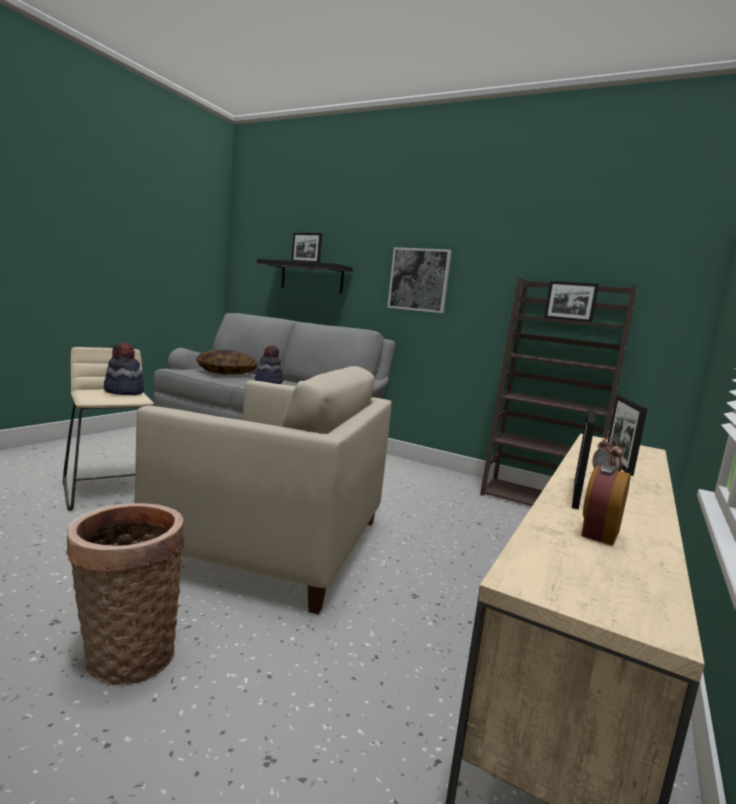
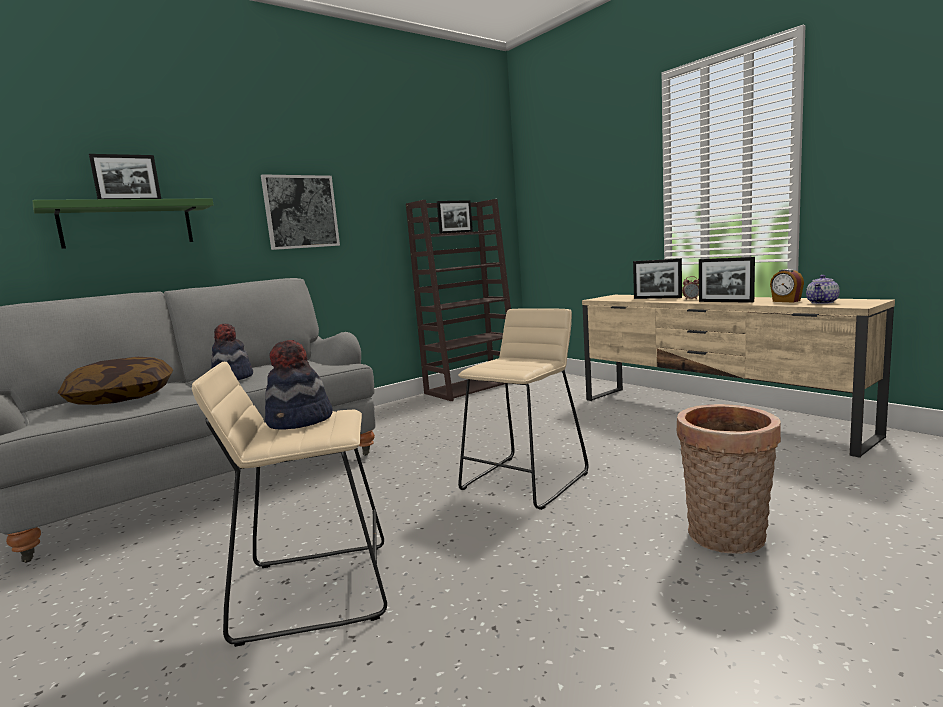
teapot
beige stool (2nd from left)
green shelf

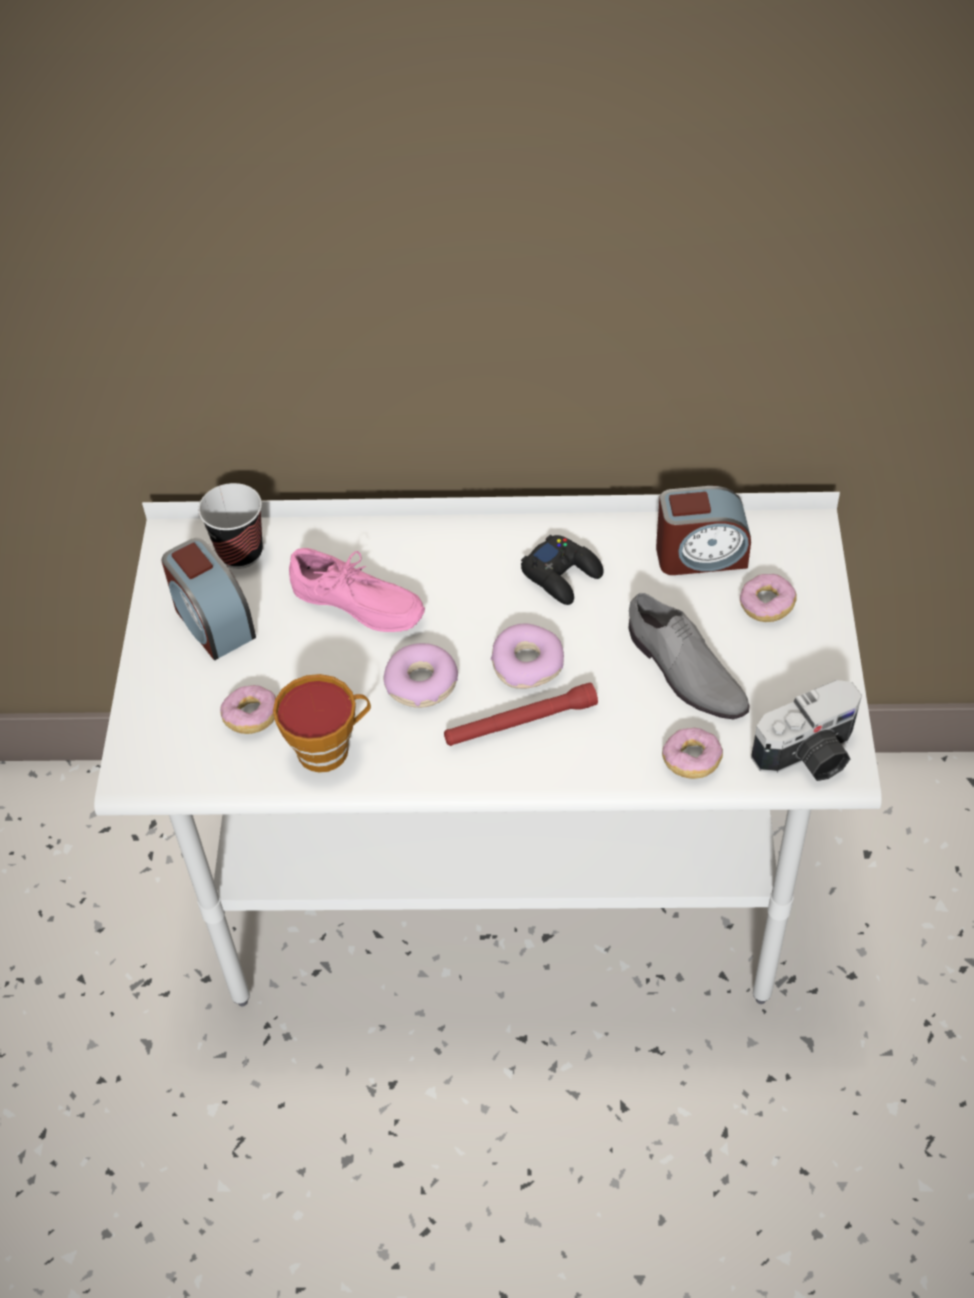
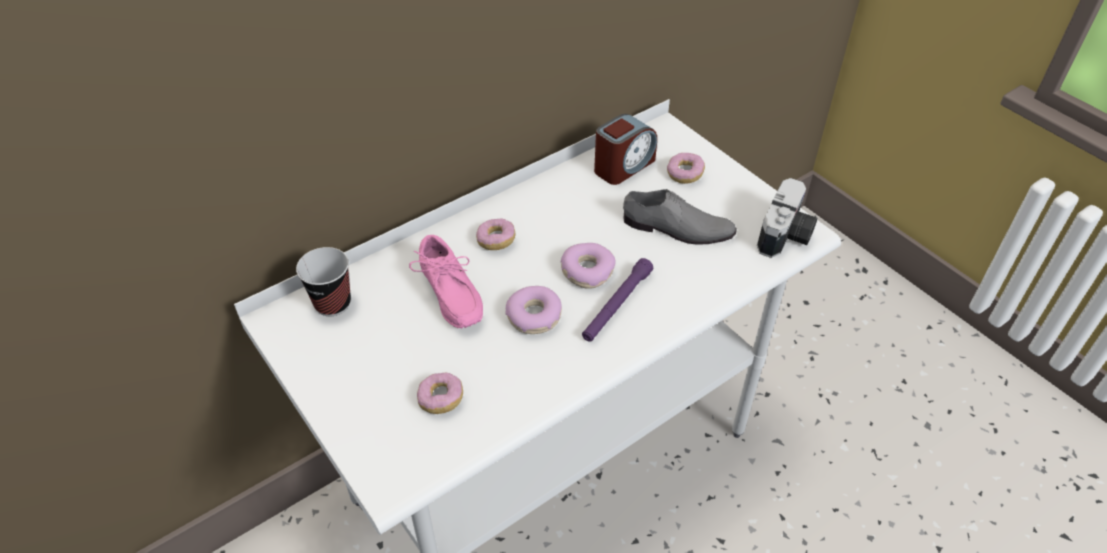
alarm clock (1st from left in the first image)
cup (2nd from left in the first image)
black game controller
donut (2nd from left)
purple flashlight
pink shoe

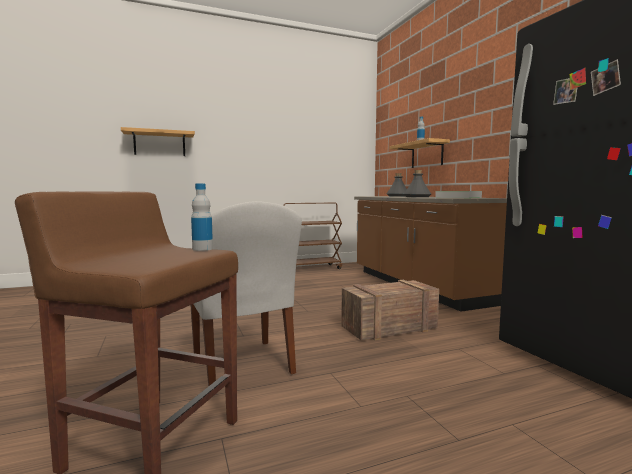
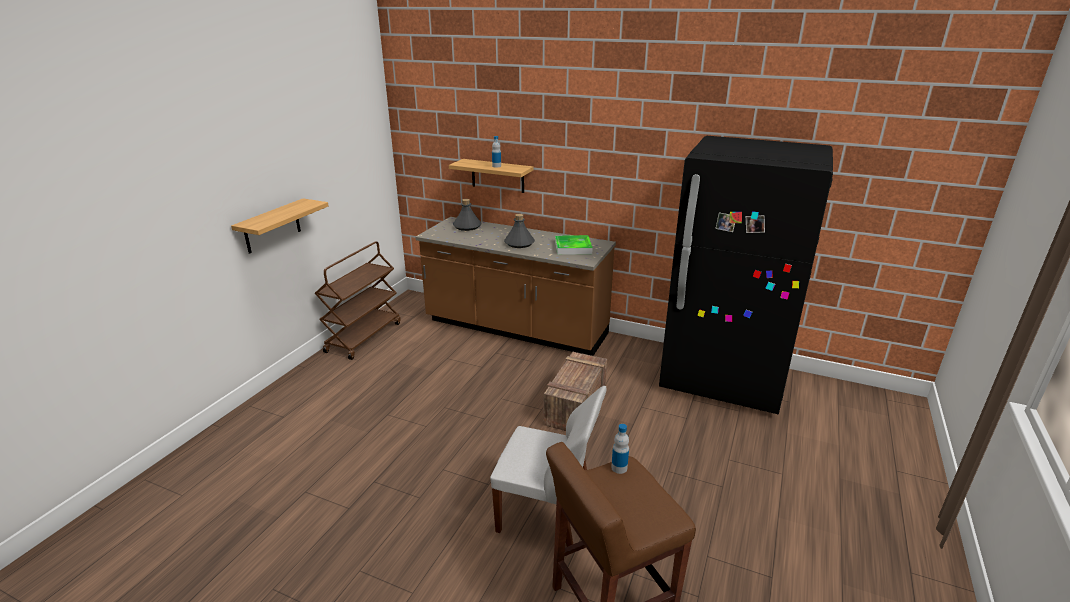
shelf (1st from left)

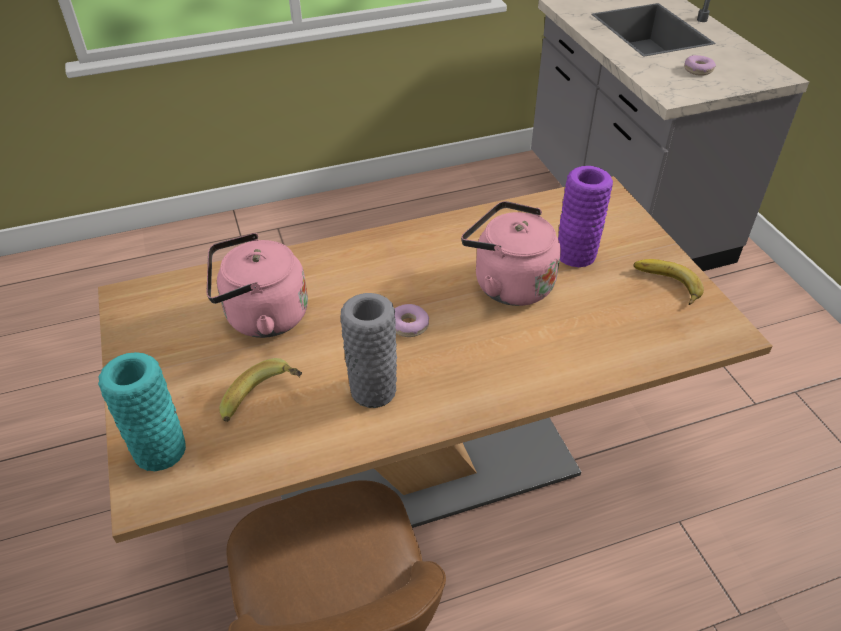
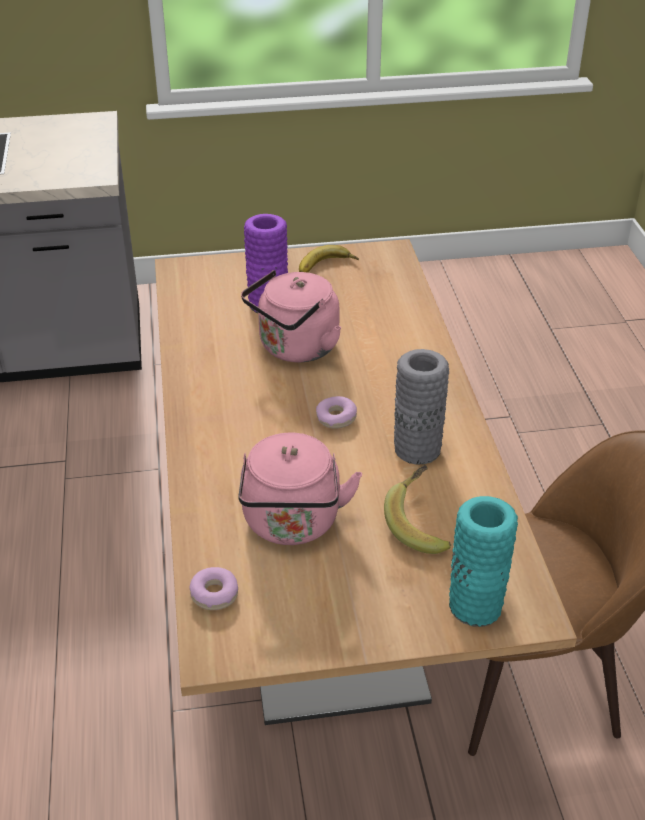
donut (1st from left)

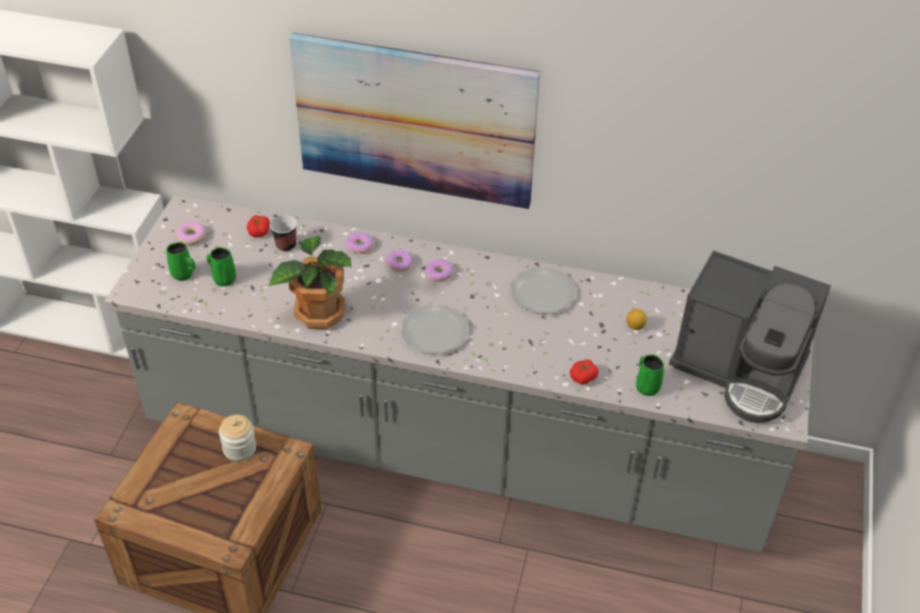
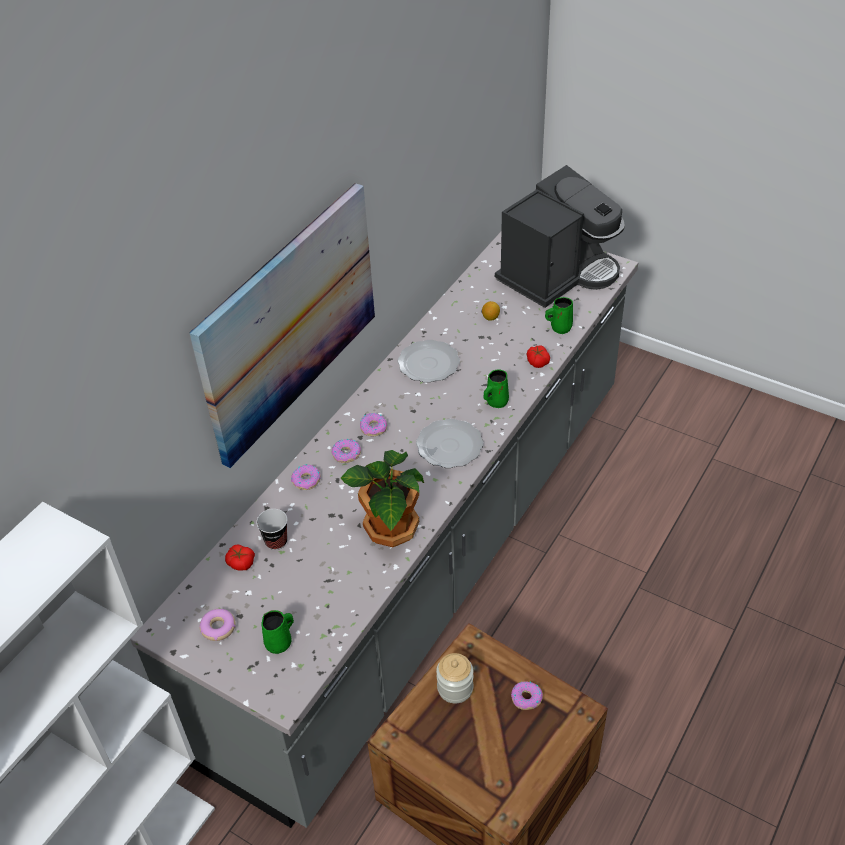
donut (5th from left)
green mug (2nd from left)

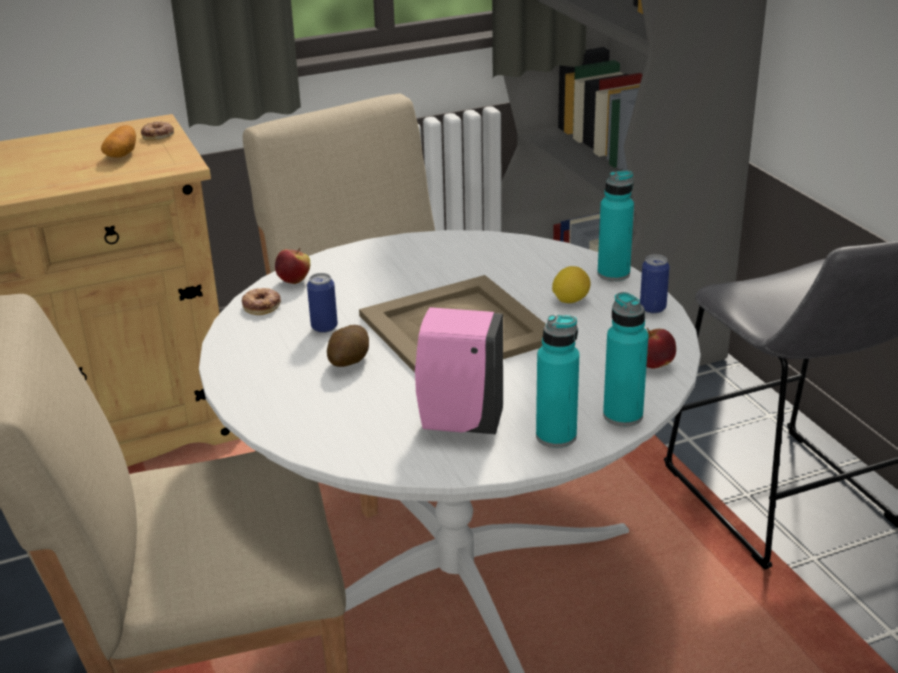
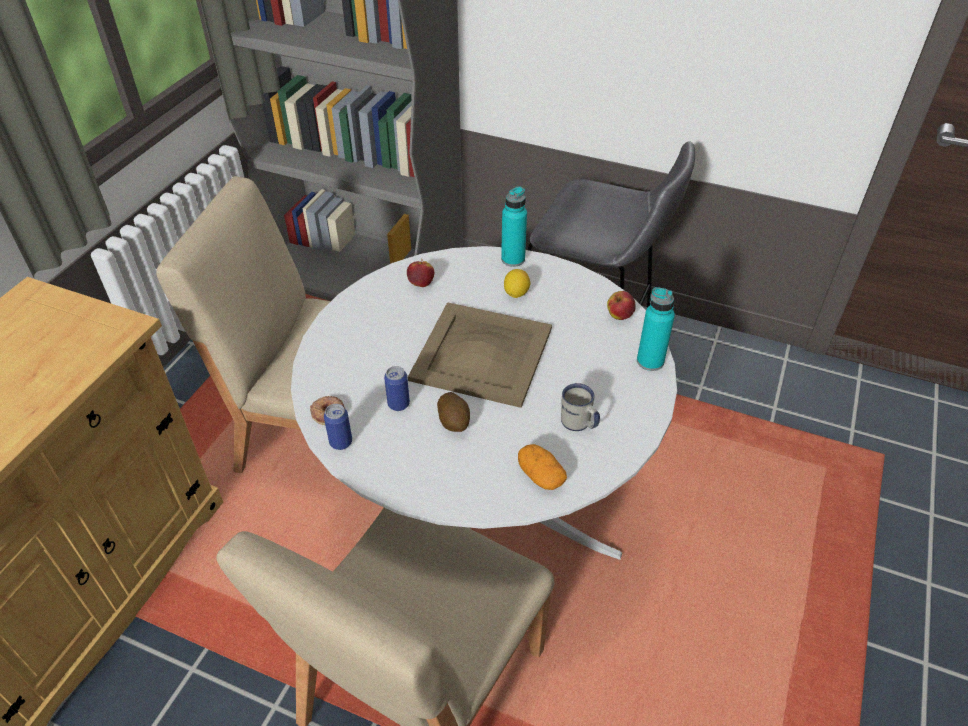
donut (1st from left in the first image)
turquoise bottle (1st from left in the first image)
potato (2nd from left)
apple (1st from left)
can (1st from left)
white mug

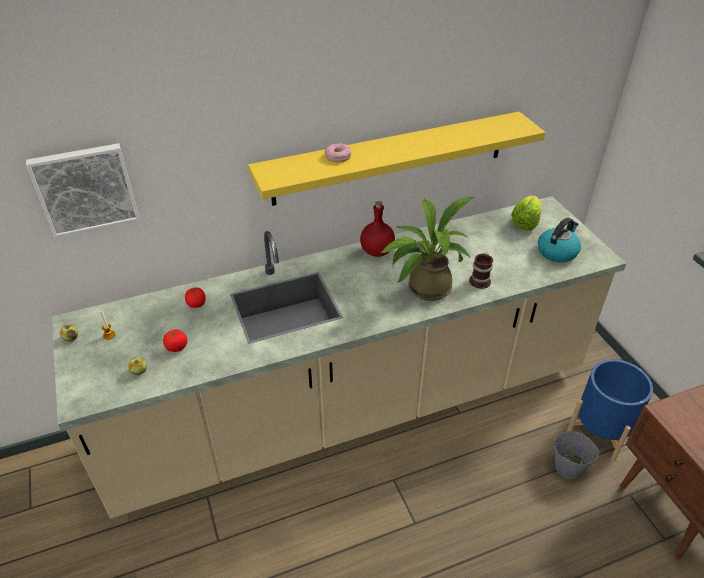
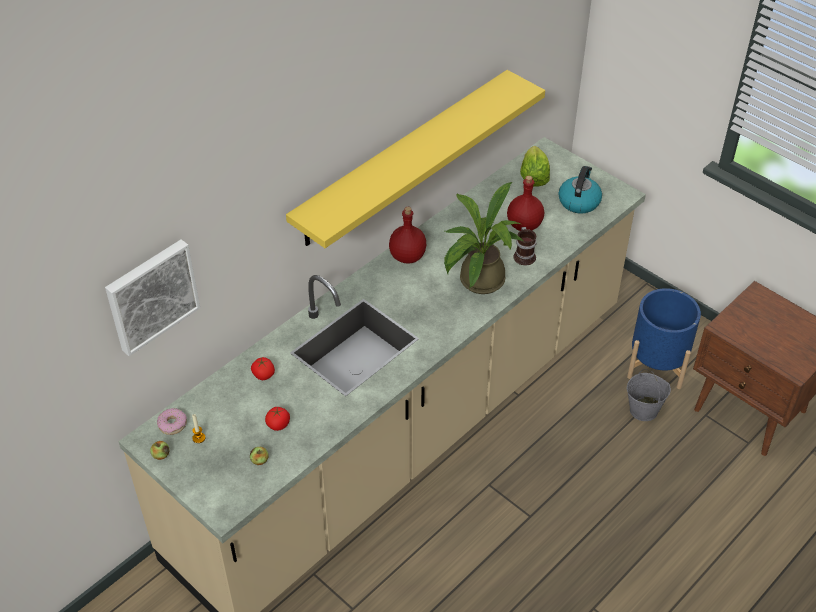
red bottle (2nd from left)
donut

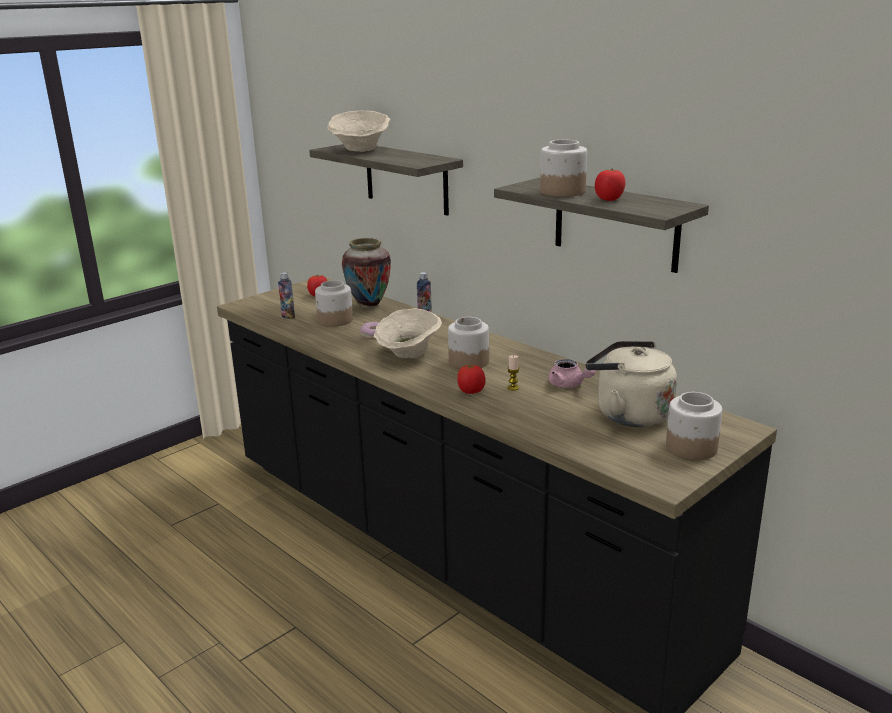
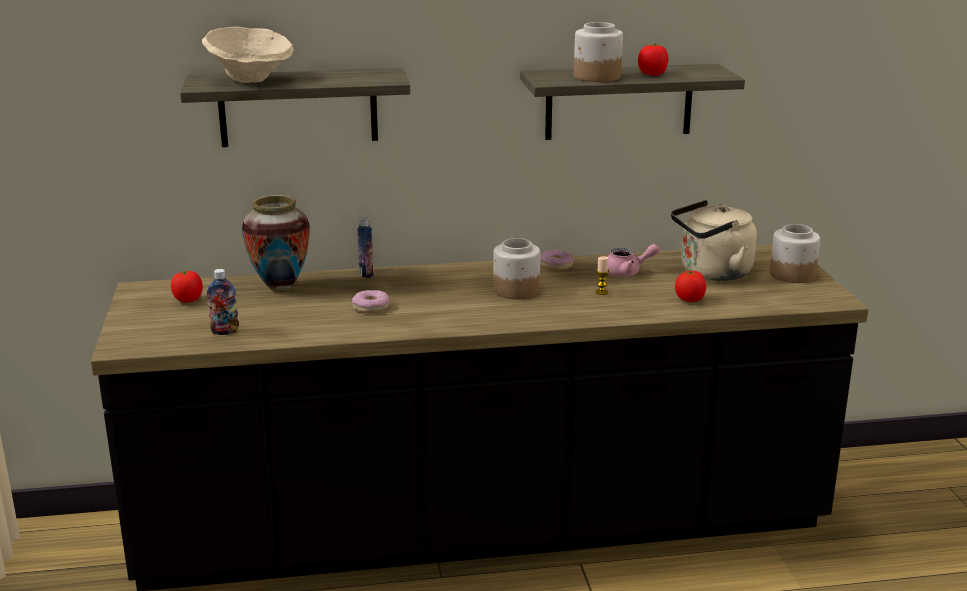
jar (1st from left in the first image)
beige bowl (2nd from left in the first image)
donut (2nd from left)
tomato (3rd from left)

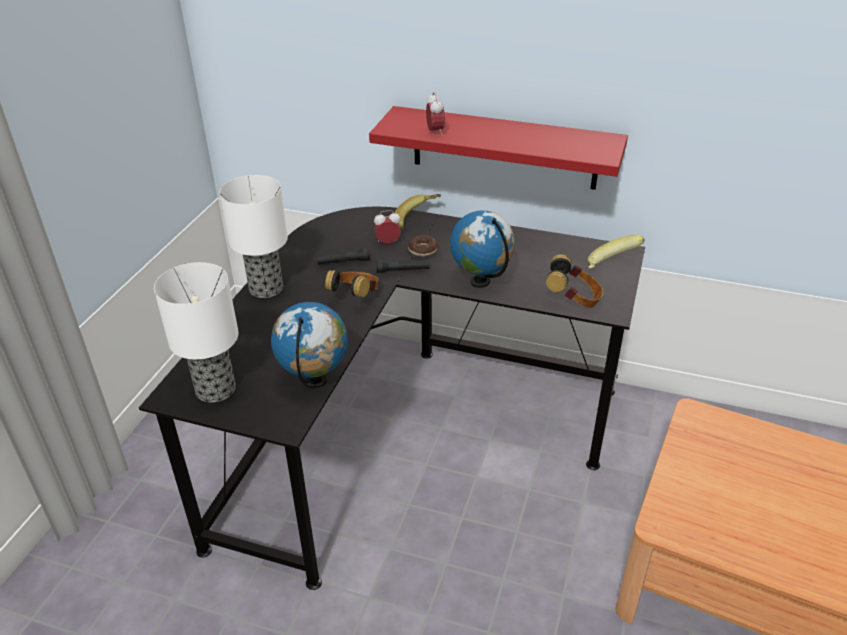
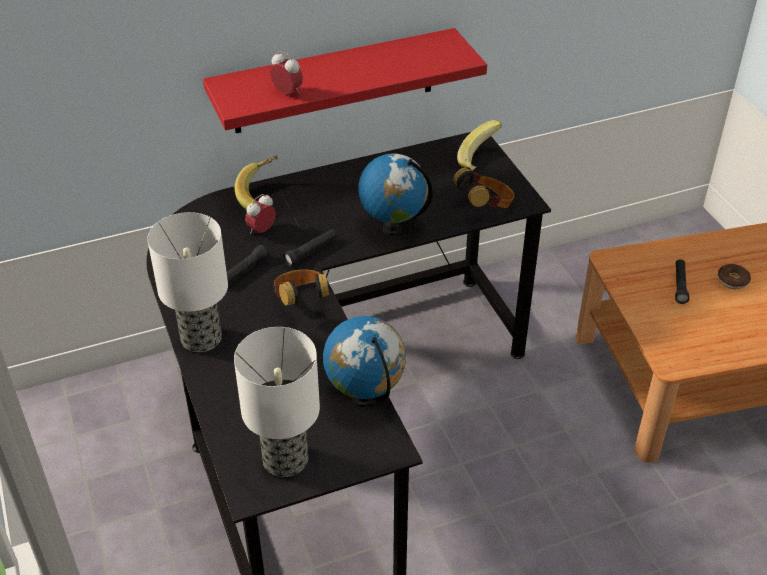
black flashlight (3rd from left)
donut

